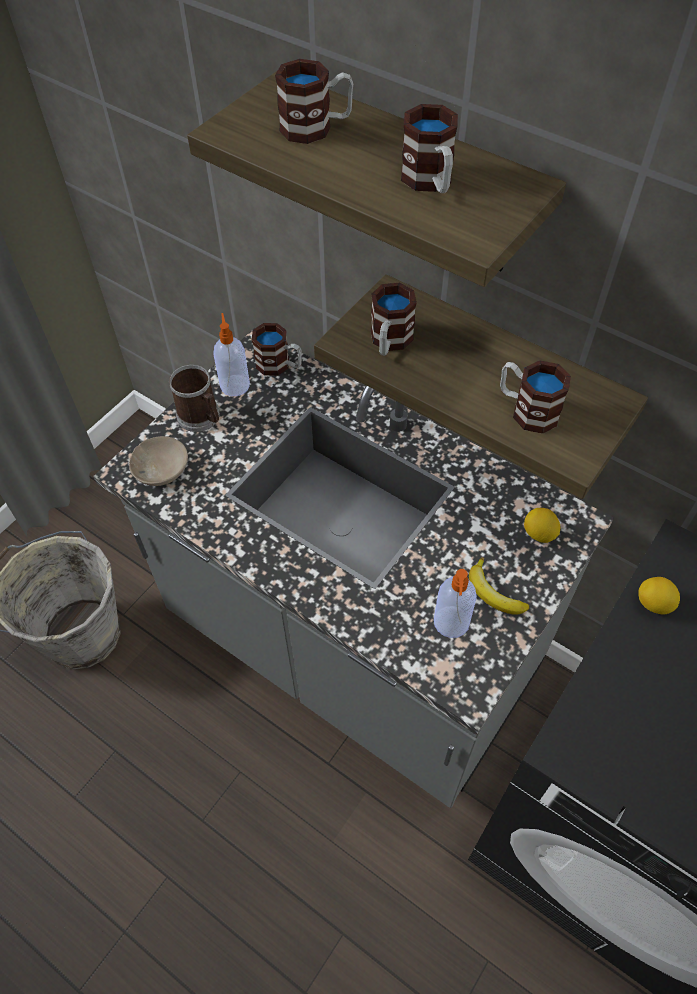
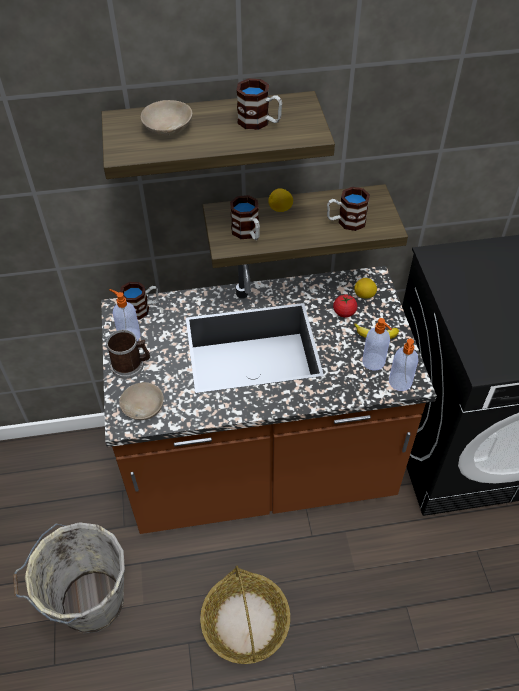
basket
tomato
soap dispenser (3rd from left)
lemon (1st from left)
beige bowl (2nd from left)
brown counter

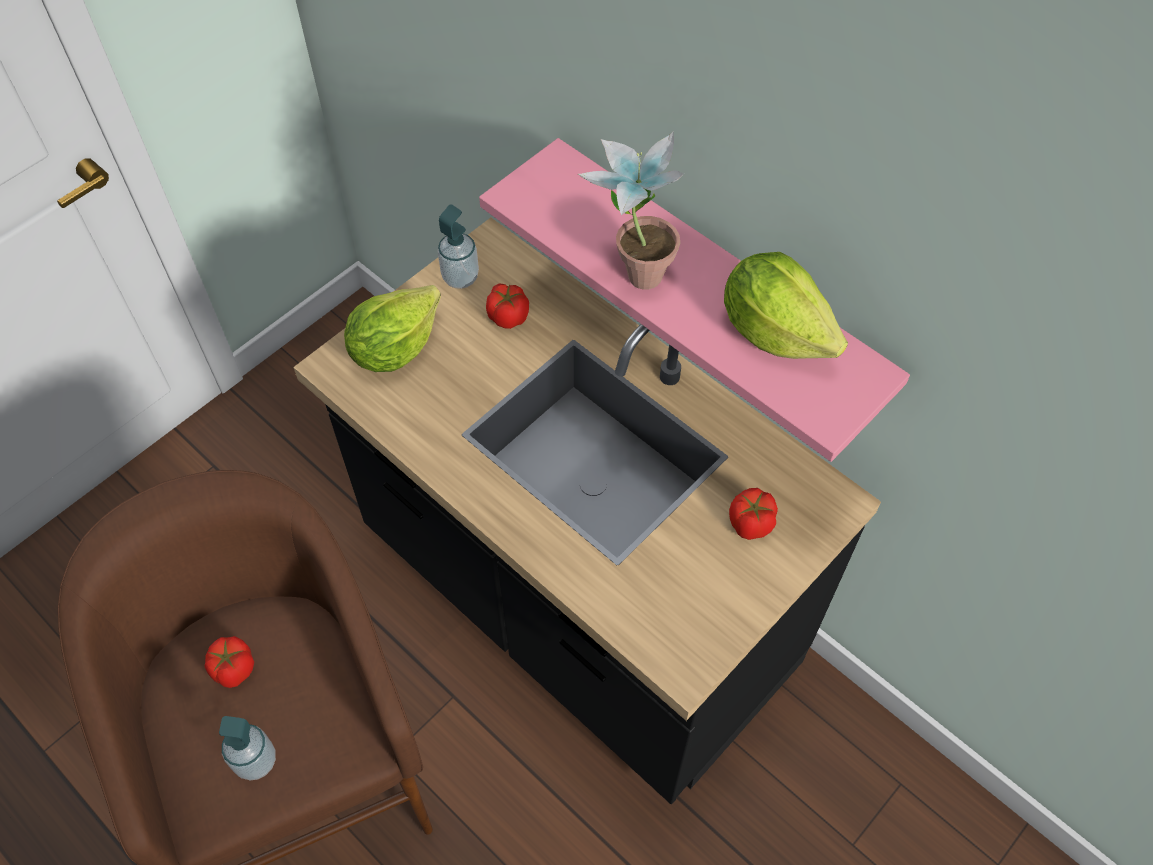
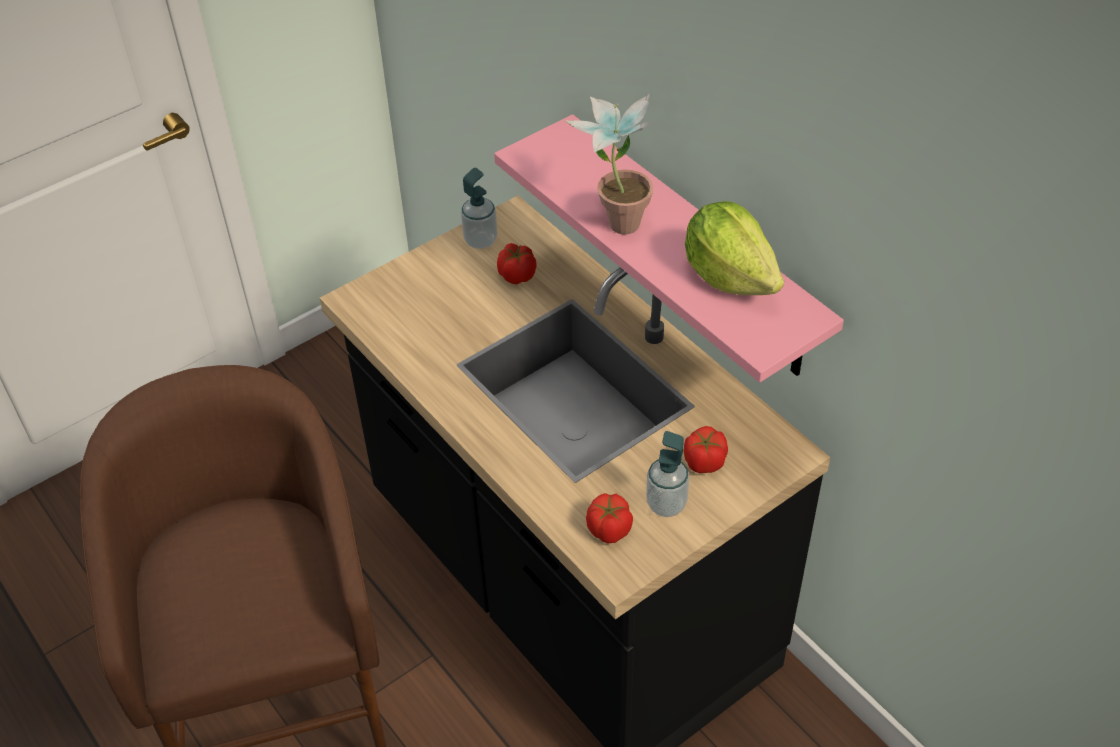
lettuce (1st from left in the first image)
tomato (2nd from left)
soap dispenser (2nd from left)

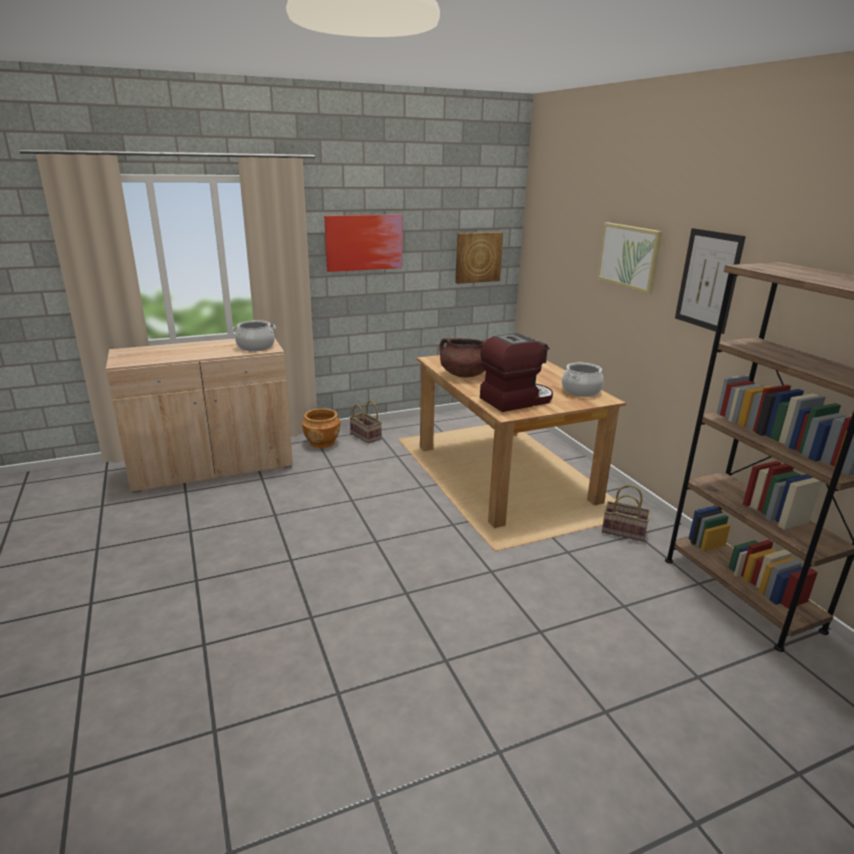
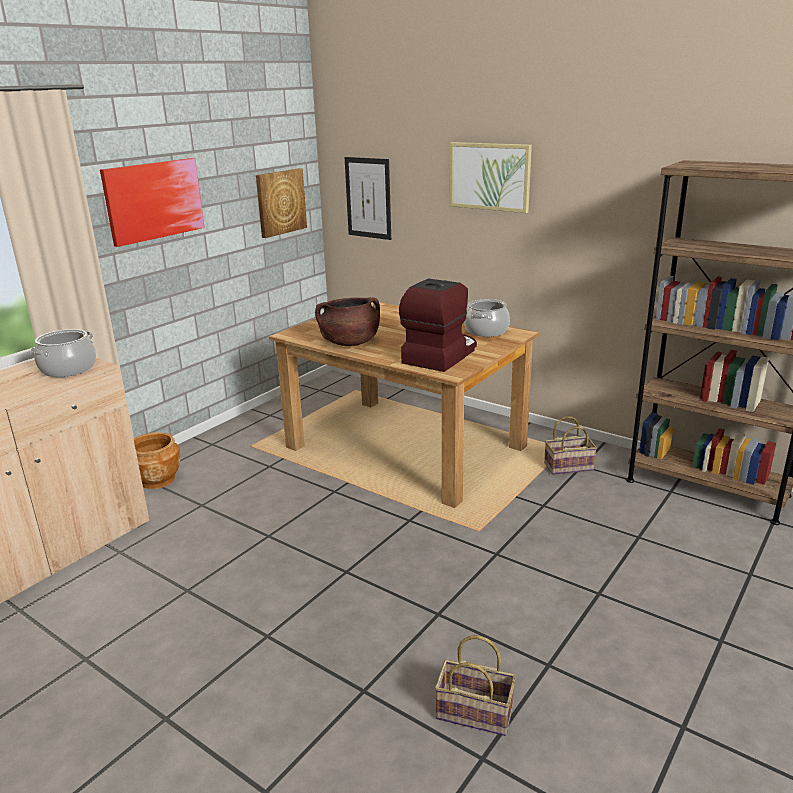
basket (1st from left)
picture (3rd from left)

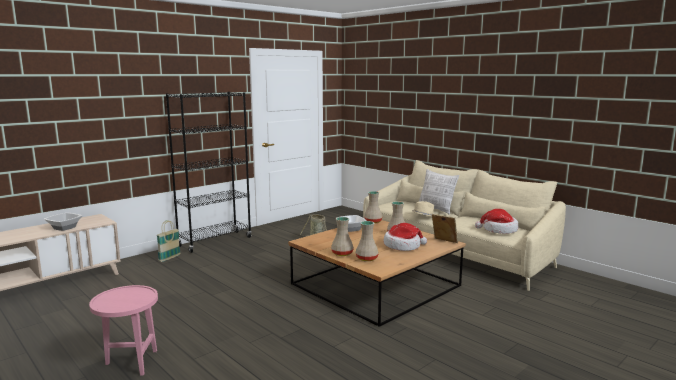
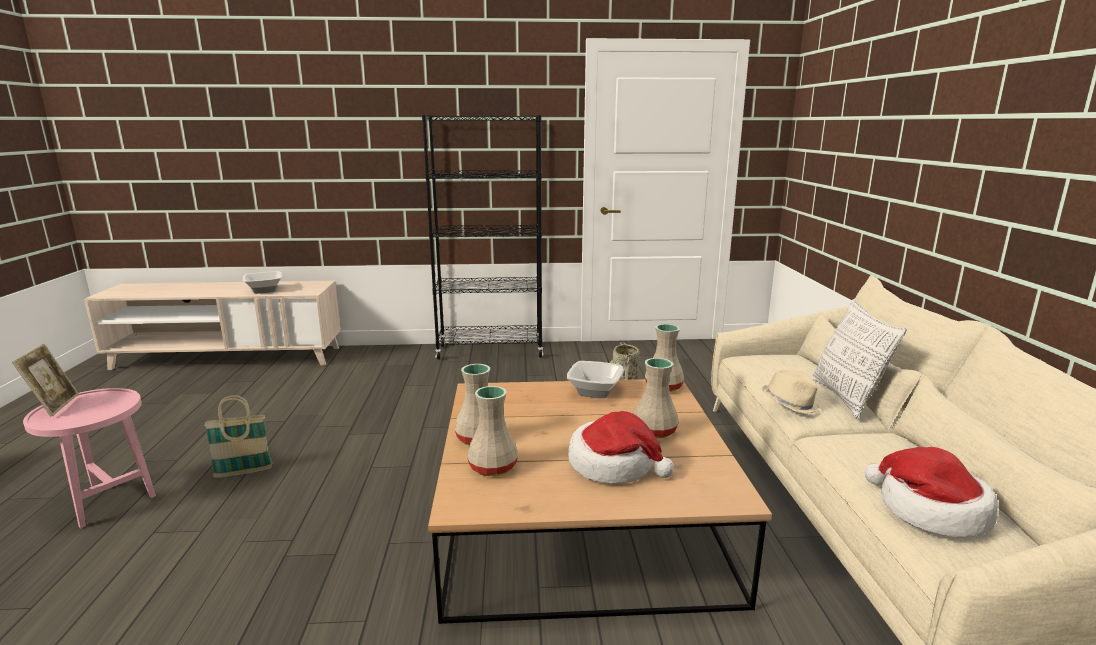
basket (1st from left)
picture frame

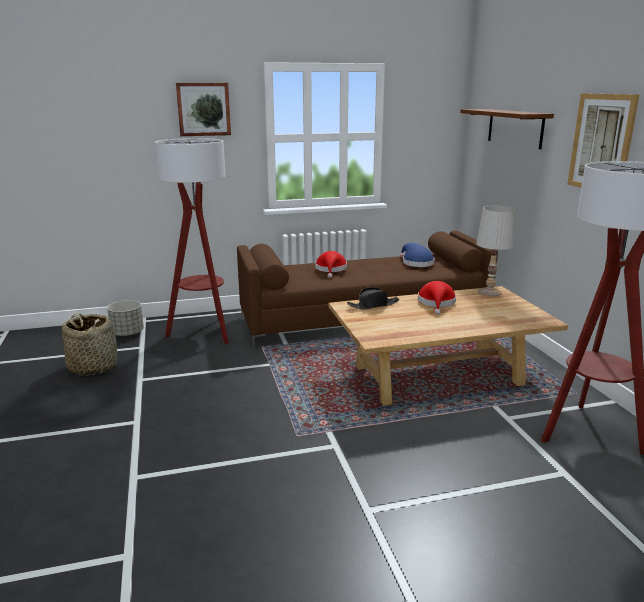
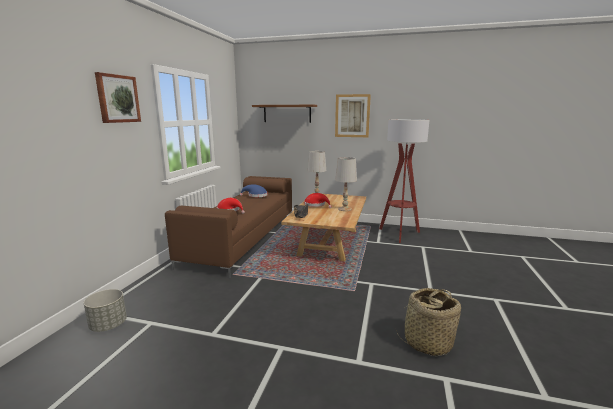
floor lamp (1st from left in the first image)
white table lamp (2nd from left)
basket

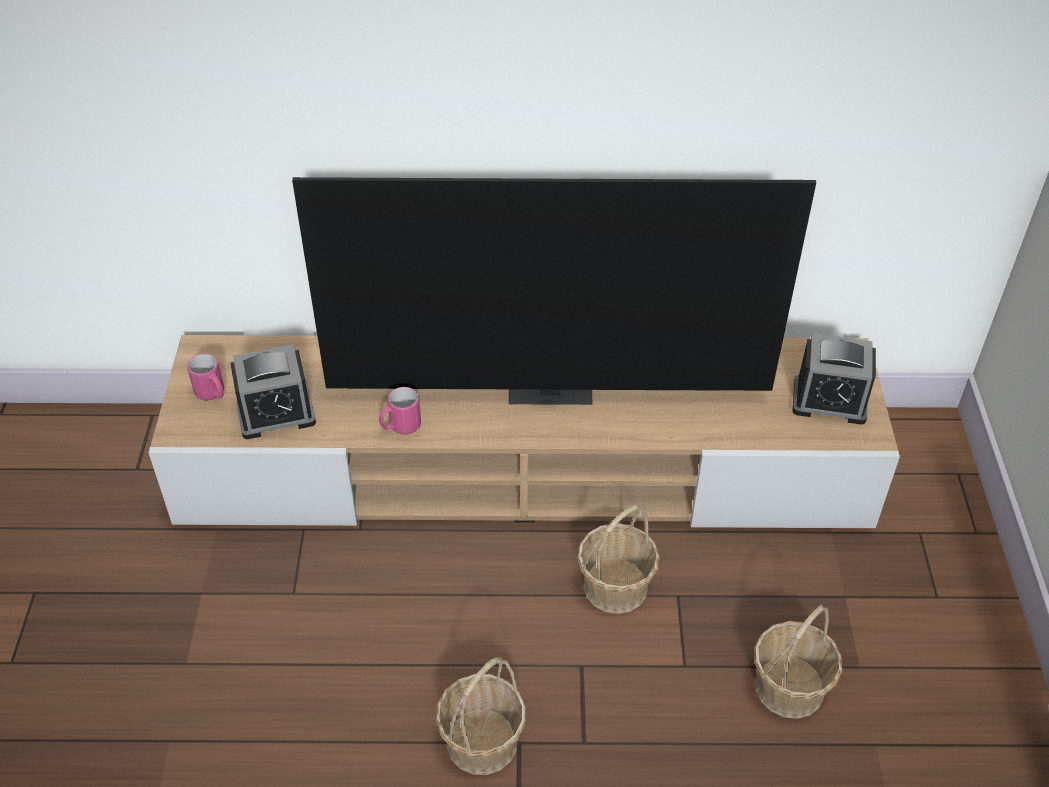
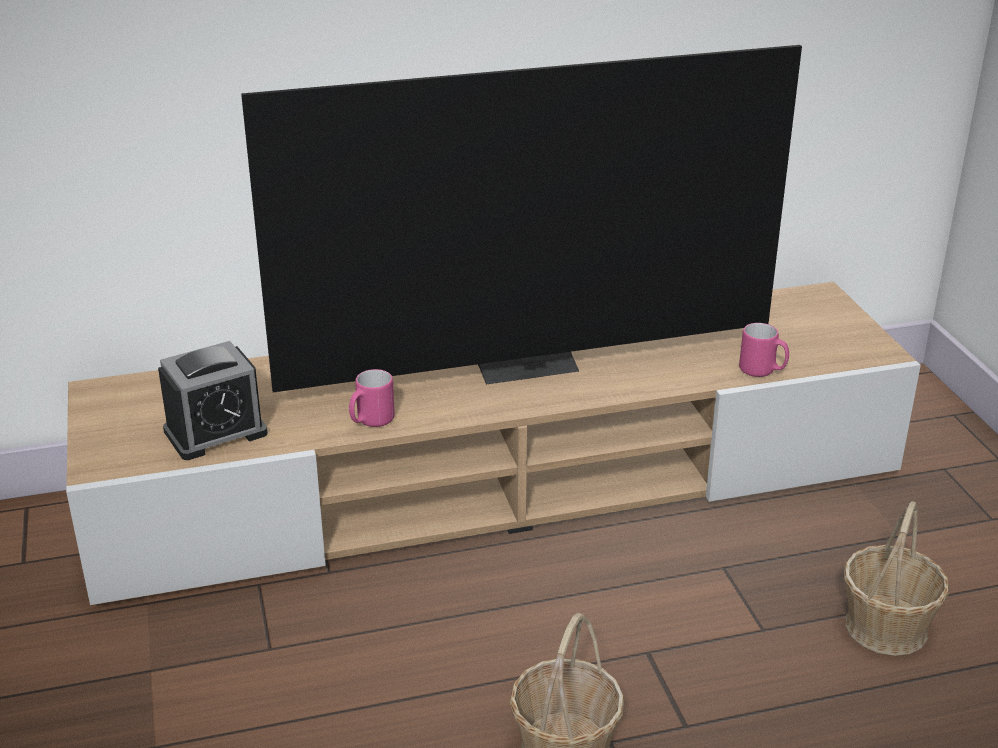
basket (2nd from left in the first image)
alarm clock (2nd from left in the first image)
pink mug (2nd from left)

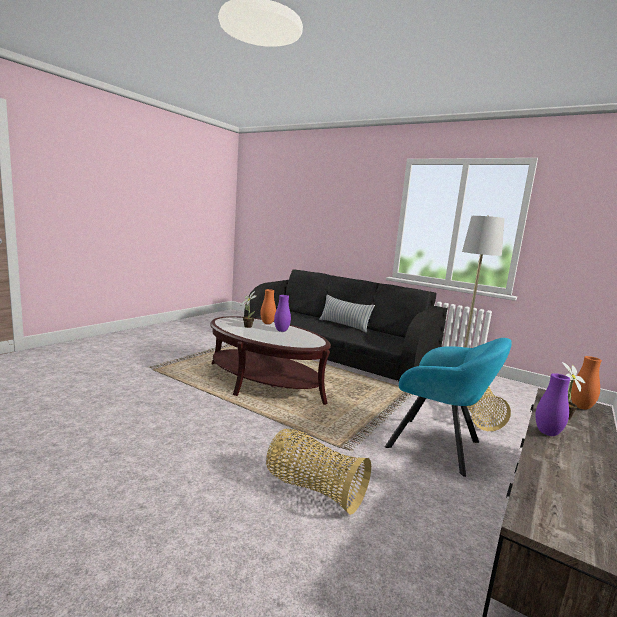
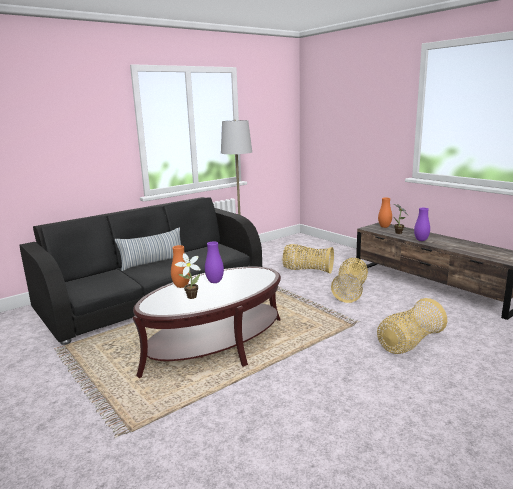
basket (2nd from left)

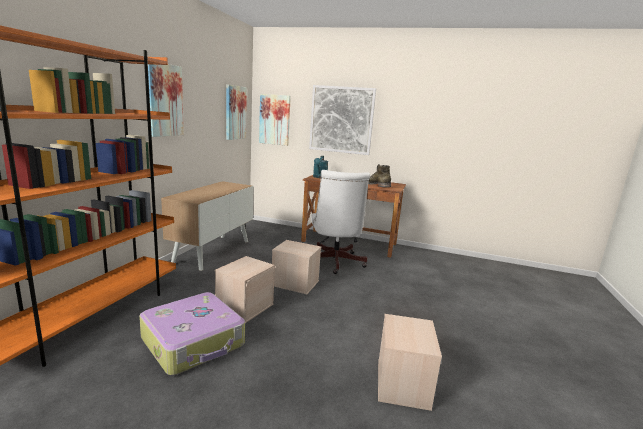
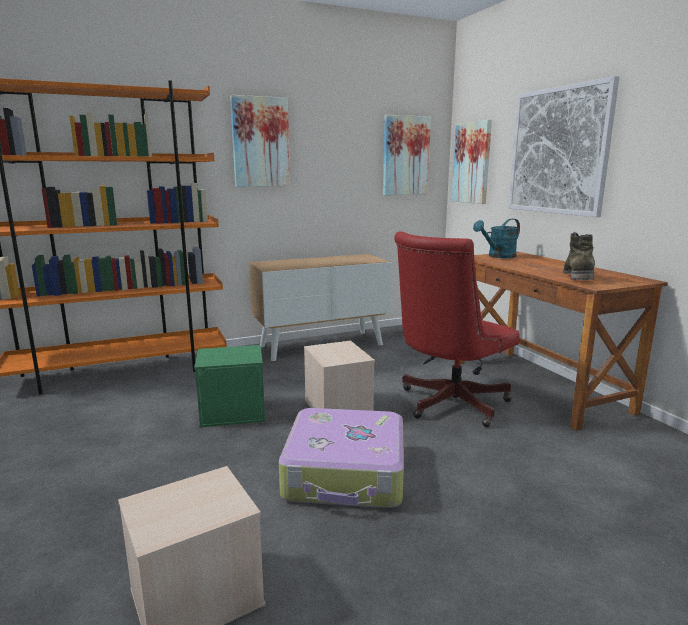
suitcase
green storage box
red office chair

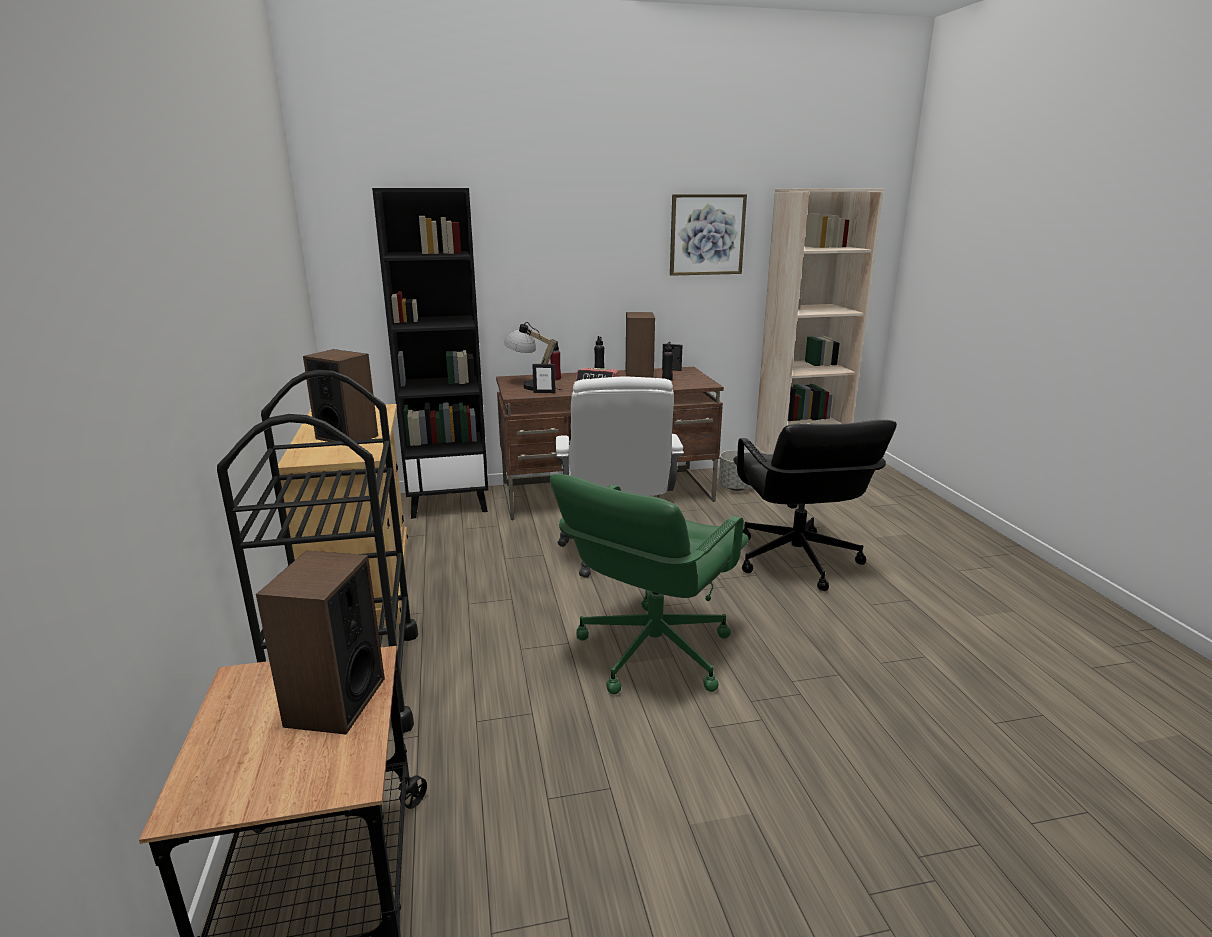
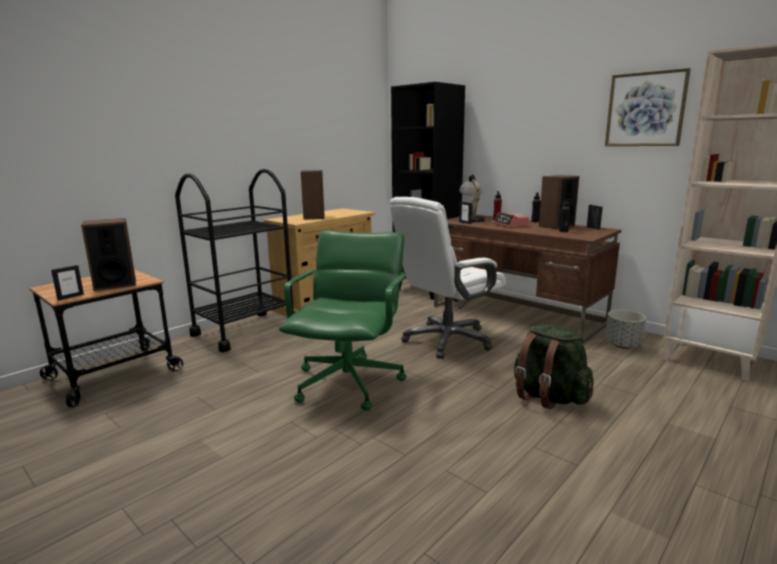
picture frame (1st from left)
green backpack
green office chair

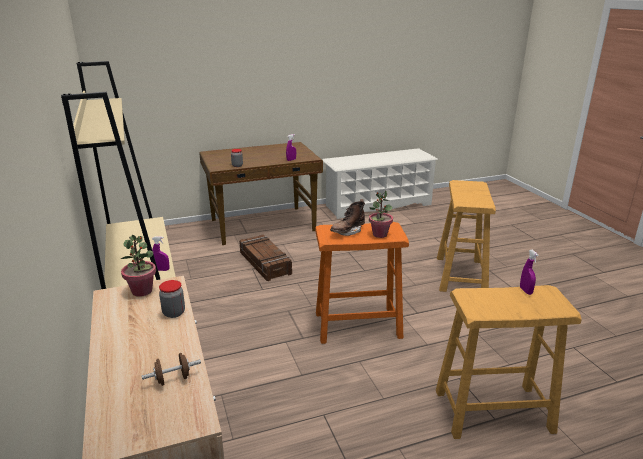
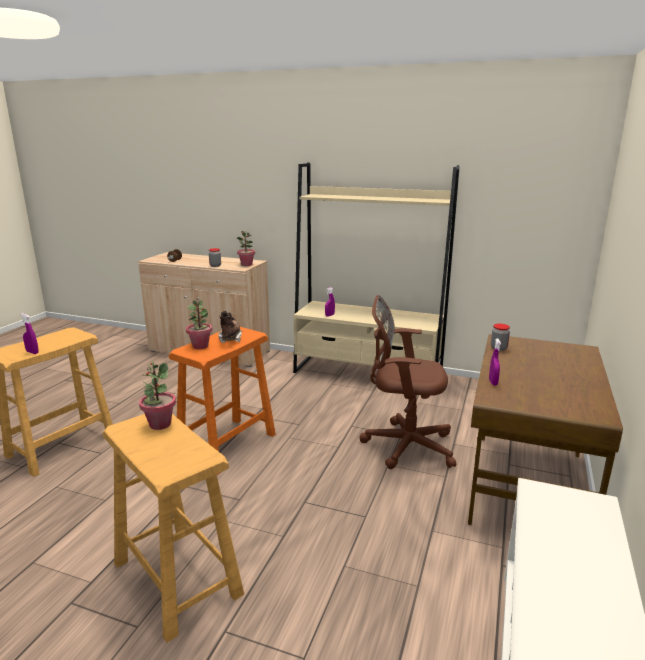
potted plant (1st from left)
brown office chair

